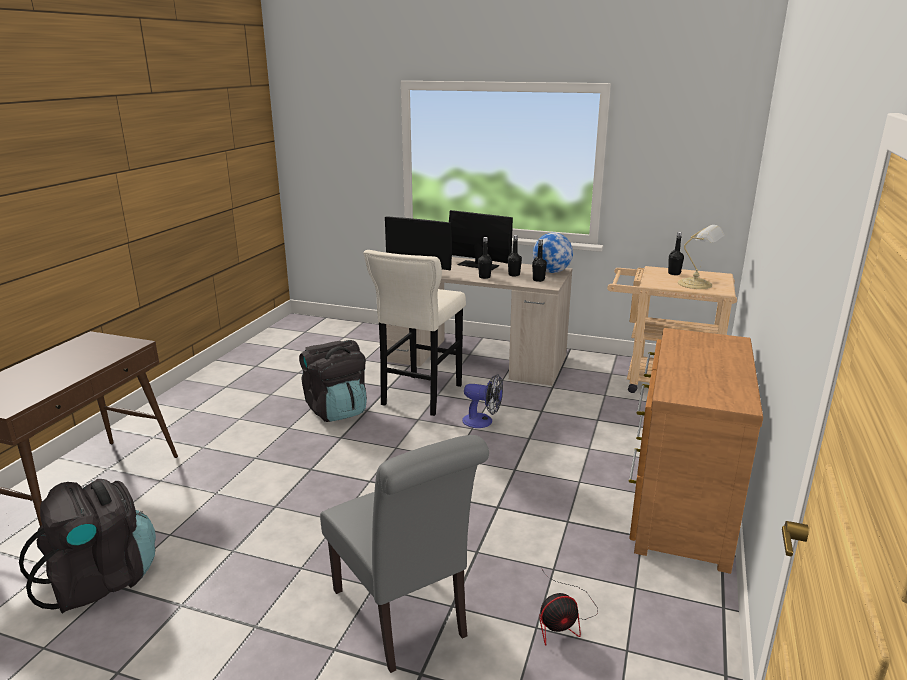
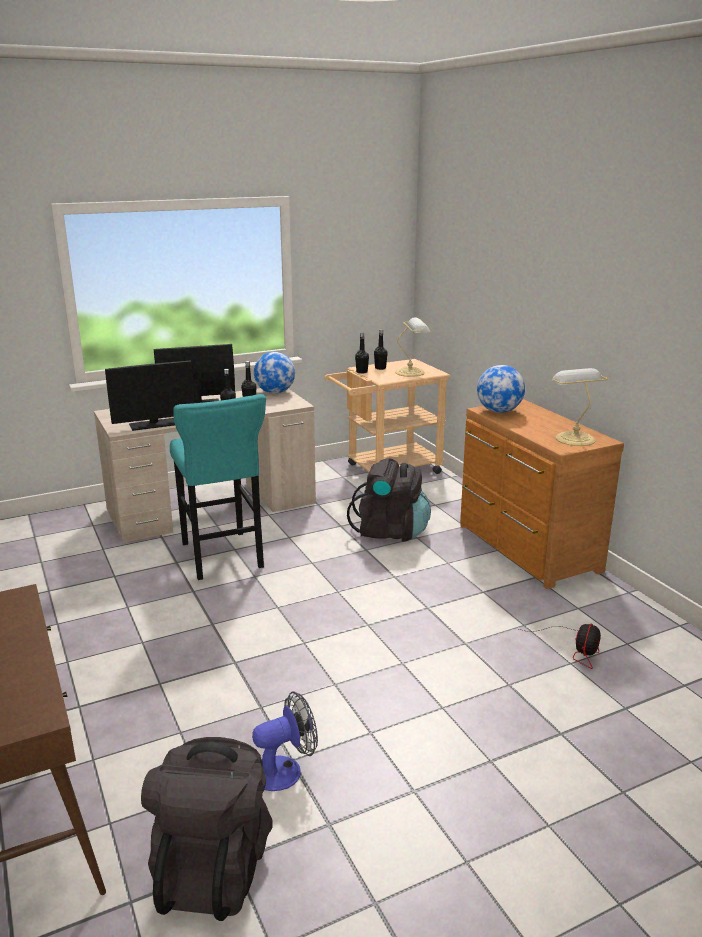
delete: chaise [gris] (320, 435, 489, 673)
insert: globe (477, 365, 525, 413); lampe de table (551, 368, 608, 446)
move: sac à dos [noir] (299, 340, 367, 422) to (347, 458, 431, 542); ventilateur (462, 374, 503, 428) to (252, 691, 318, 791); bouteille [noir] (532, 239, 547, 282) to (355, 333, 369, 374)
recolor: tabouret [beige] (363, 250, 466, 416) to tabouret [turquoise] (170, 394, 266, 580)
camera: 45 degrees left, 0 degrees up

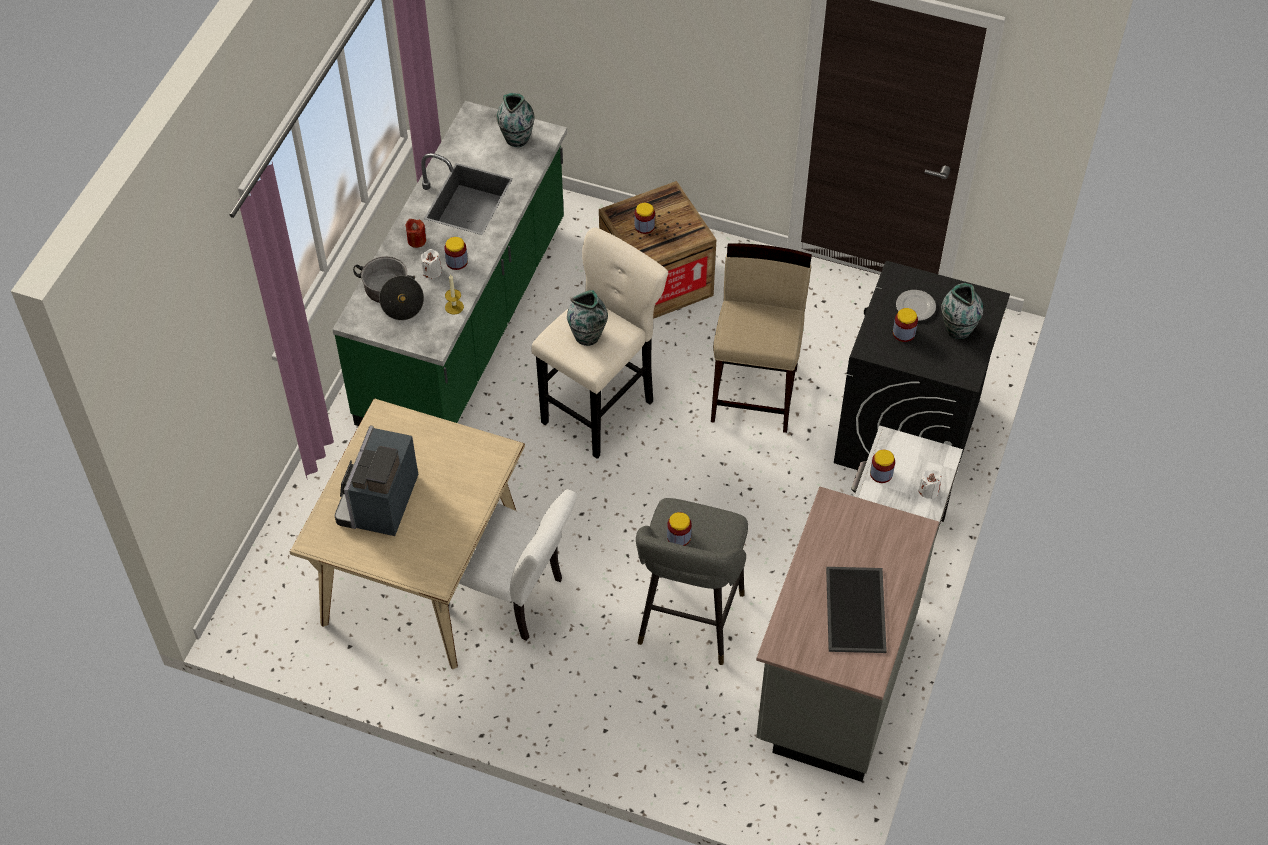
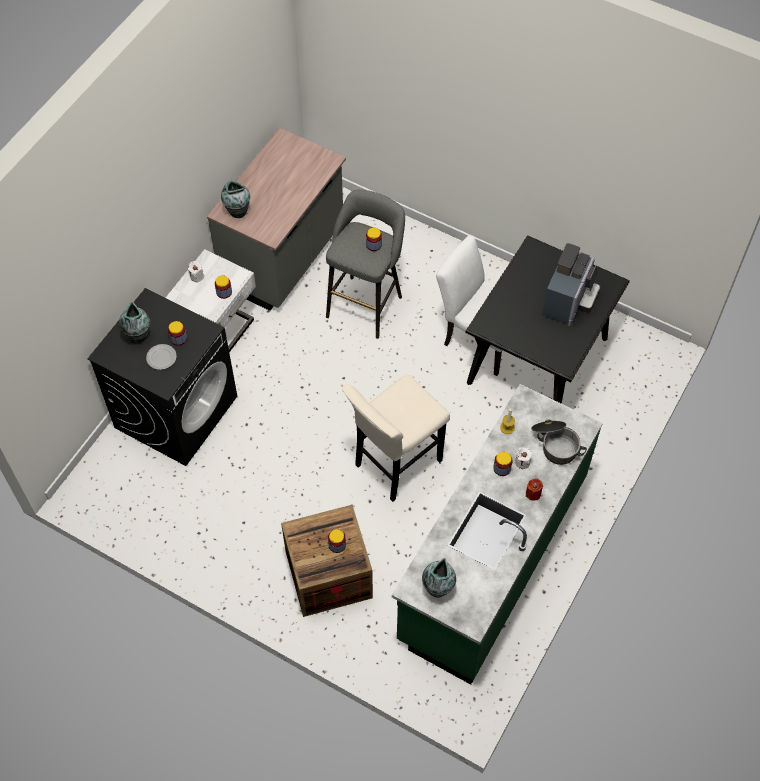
delete: tabouret [beige] (711, 243, 812, 433); plateau (826, 567, 887, 653)
move: vase (567, 290, 608, 346) to (221, 180, 250, 218)
recolor: table à manger [beige] (290, 398, 525, 669) to table à manger [noir] (465, 235, 630, 404)
camera: 170 degrees left, 5 degrees up

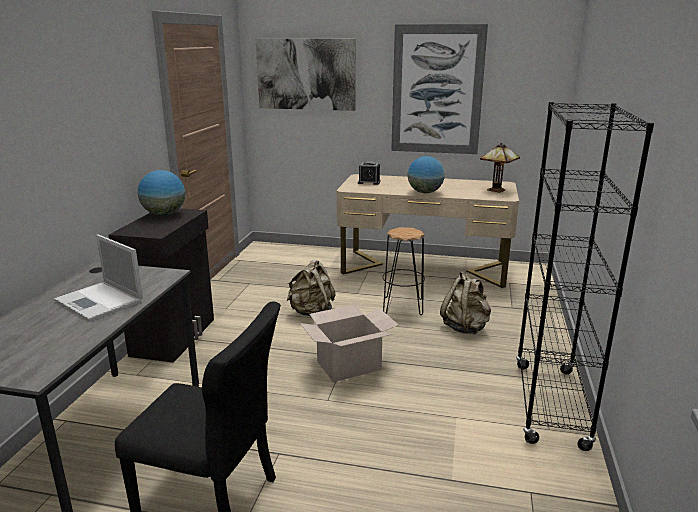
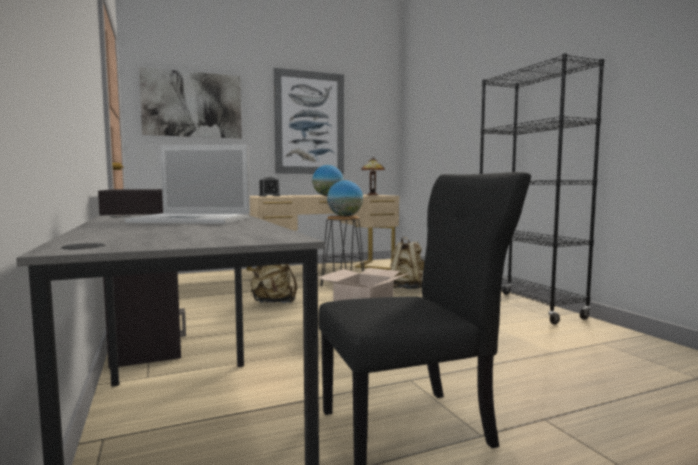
move: globe (138, 170, 185, 216) to (327, 180, 363, 216)
camera: 35 degrees left, 15 degrees down

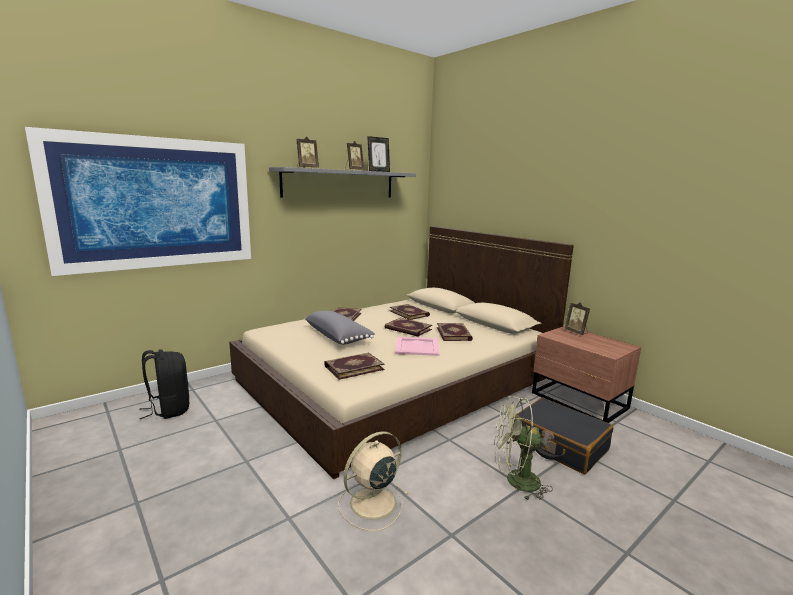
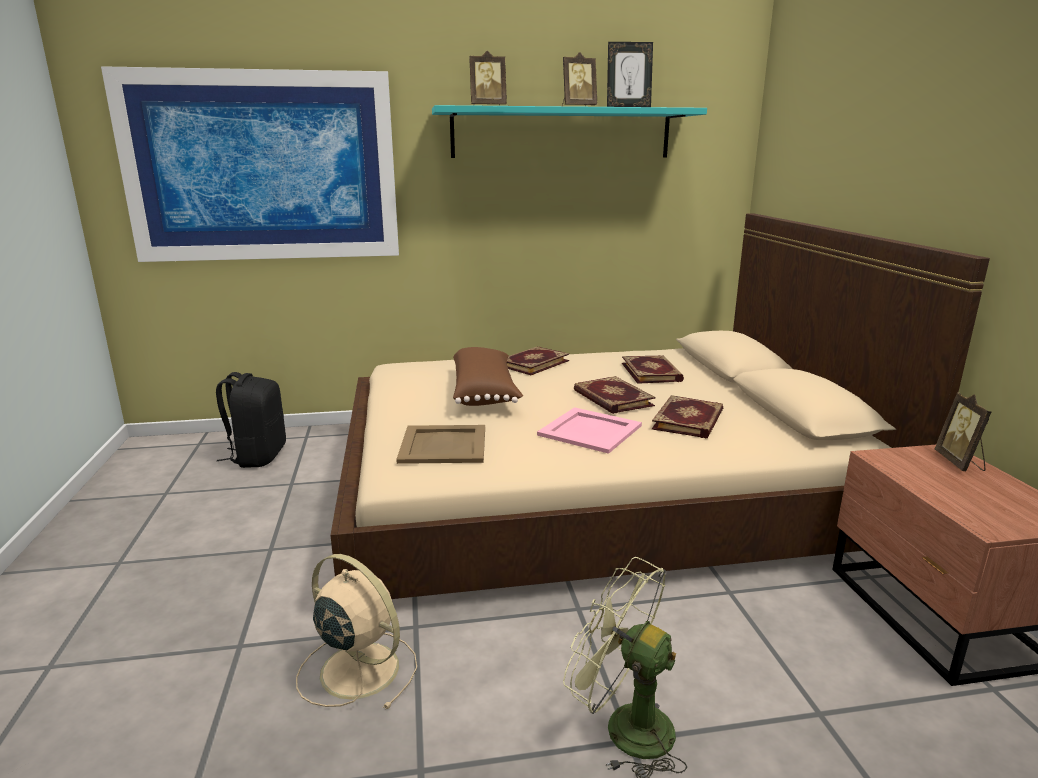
delete: valise [noir] (512, 398, 613, 474)
replace: livre (324, 353, 385, 380) to plateau [beige] (396, 425, 485, 464)
recolor: étagère [gris] (269, 167, 416, 198) to étagère [turquoise] (432, 105, 707, 158); coussin [gris] (305, 311, 375, 345) to coussin [marron] (453, 347, 523, 406)
rotate: ventilateur [beige] (338, 431, 408, 531) = (296, 554, 417, 710) 45 degrees clockwise
camera: 30 degrees right, 5 degrees up

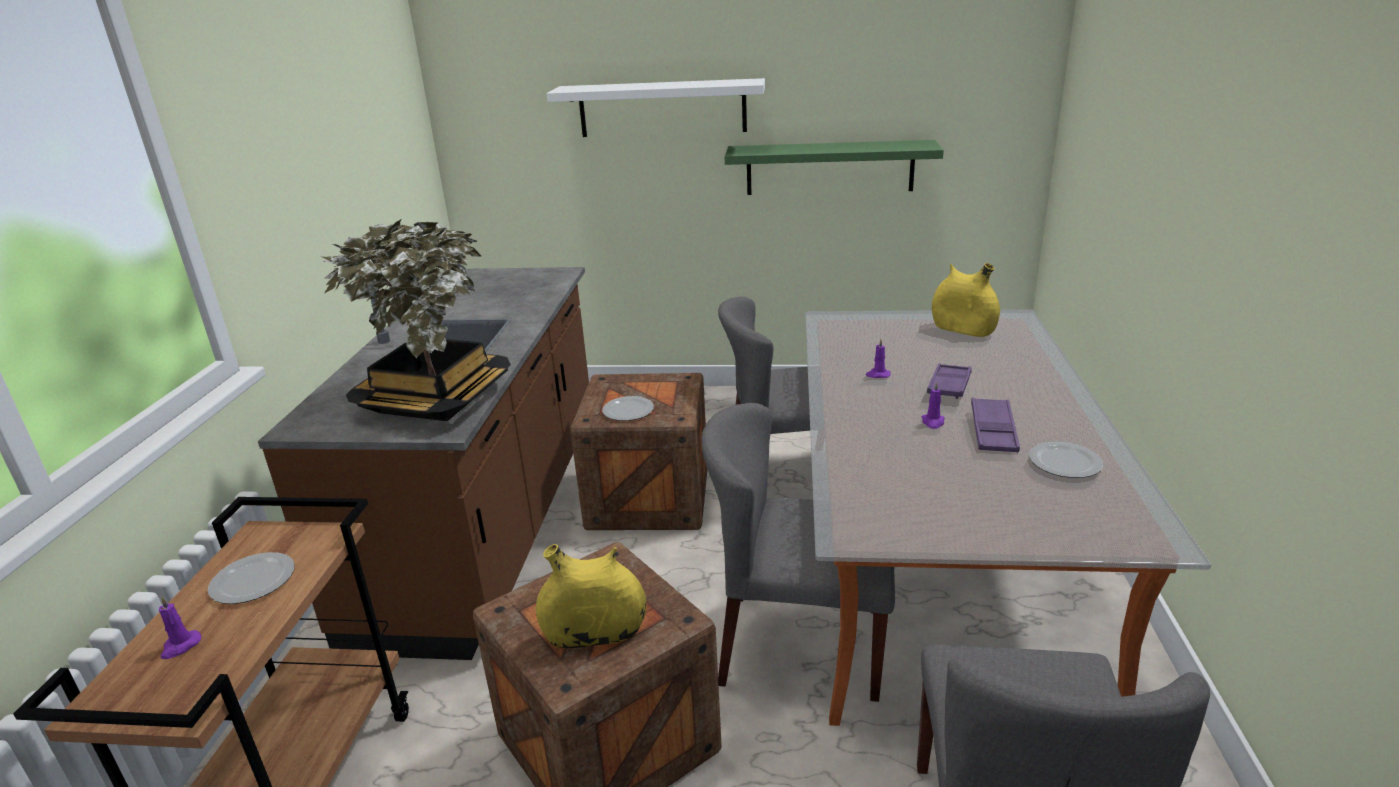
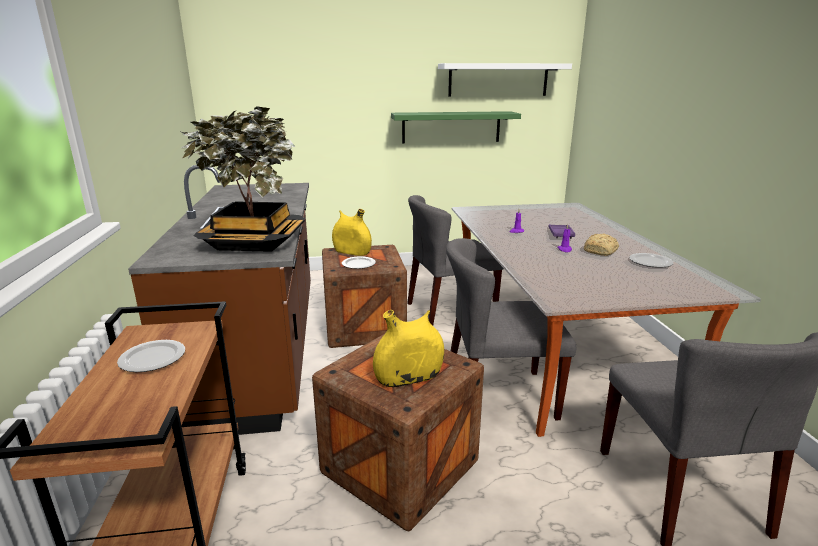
delete: bougie [violet] (159, 596, 201, 659)
move: étagère [blanc] (547, 78, 765, 137) to (438, 63, 572, 96); vase [jaune] (932, 263, 1000, 337) to (332, 209, 372, 256)
replace: plateau [violet] (971, 398, 1020, 452) to pain (584, 234, 619, 256)
camera: 15 degrees left, 5 degrees down

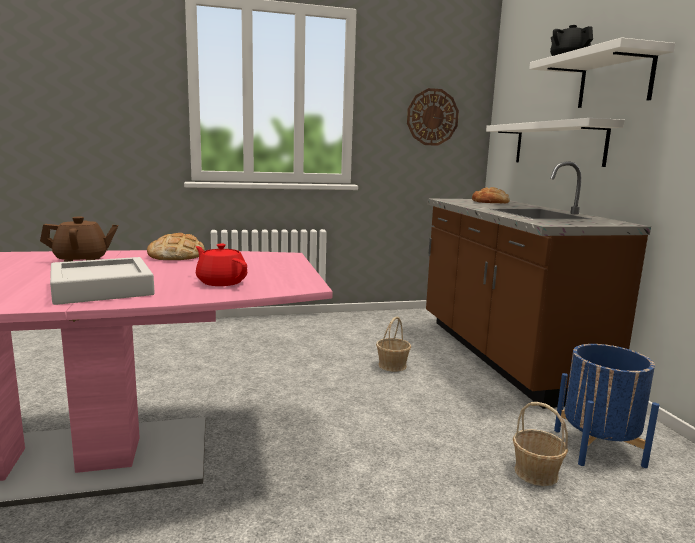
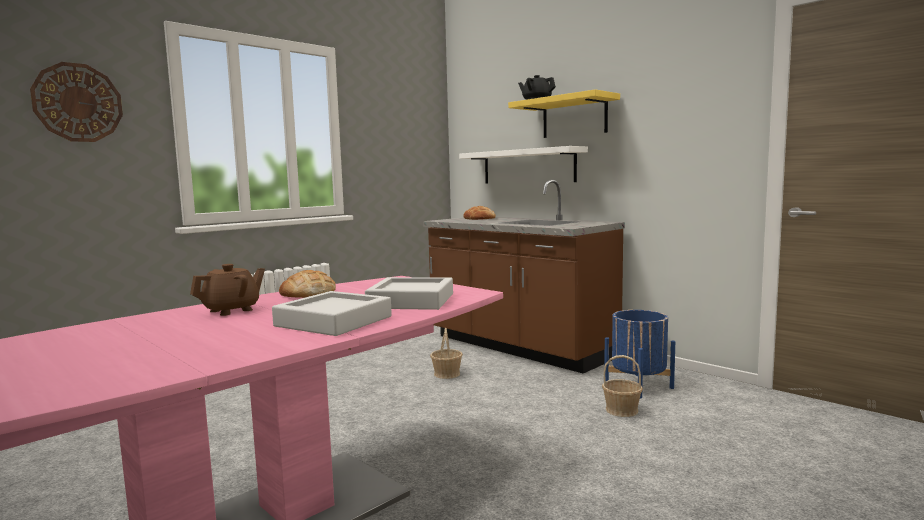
move: horloge murale (407, 88, 459, 146) to (30, 62, 123, 142)
replace: théière [rouge] (195, 243, 247, 286) to plateau [gris] (365, 277, 453, 310)
recolor: étagère [blanc] (529, 37, 675, 108) to étagère [jaune] (508, 89, 620, 138)
camera: 30 degrees left, 5 degrees down

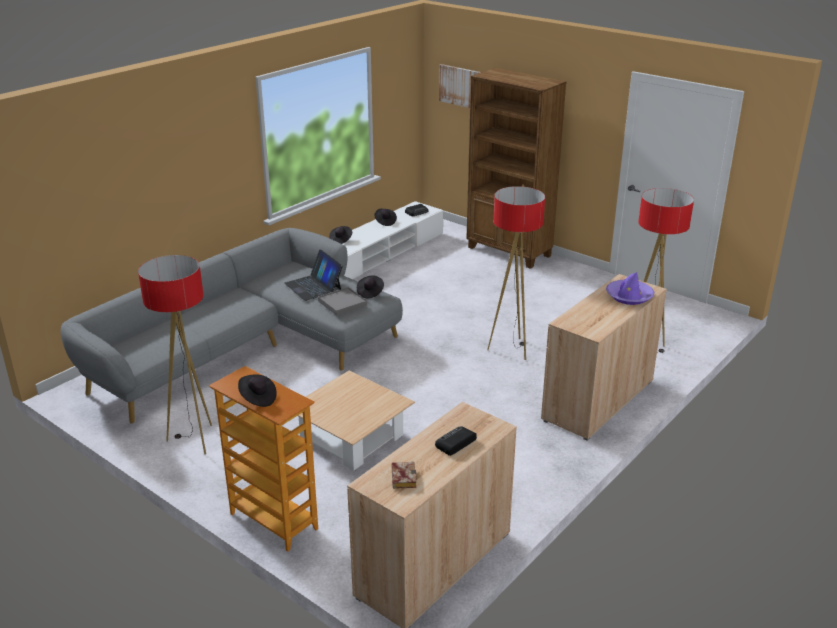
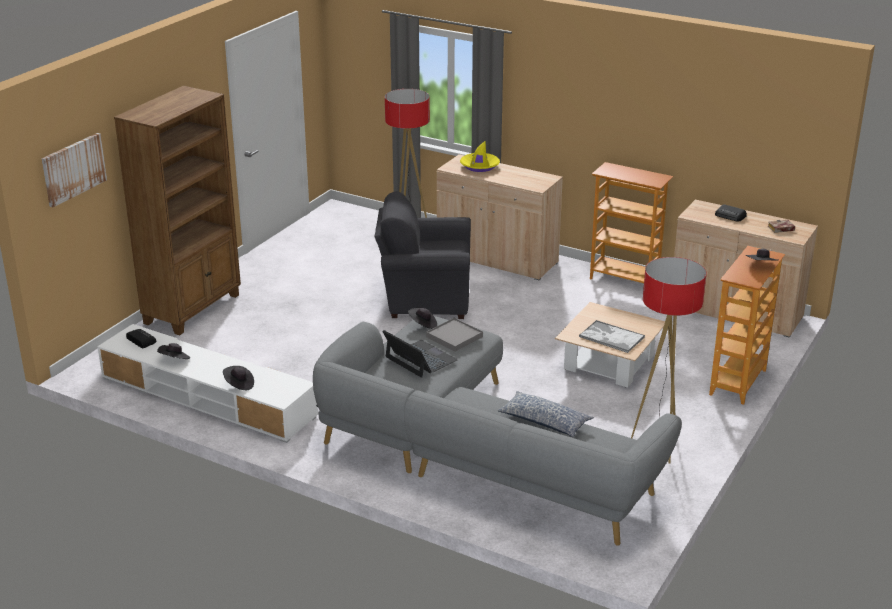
insert: coussin (497, 391, 594, 437); plateau (579, 320, 645, 353); bibliothèque (590, 162, 673, 283)
replace: lampadaire (487, 186, 545, 360) to fauteuil [gris] (374, 191, 471, 319)
recolor: chapeau [violet] (606, 272, 654, 305) to chapeau [jaune] (460, 141, 500, 172)
rotate: ordinateur portable (284, 250, 343, 301) = (382, 330, 458, 378) 90 degrees counterclockwise
camera: 100 degrees left, 0 degrees up

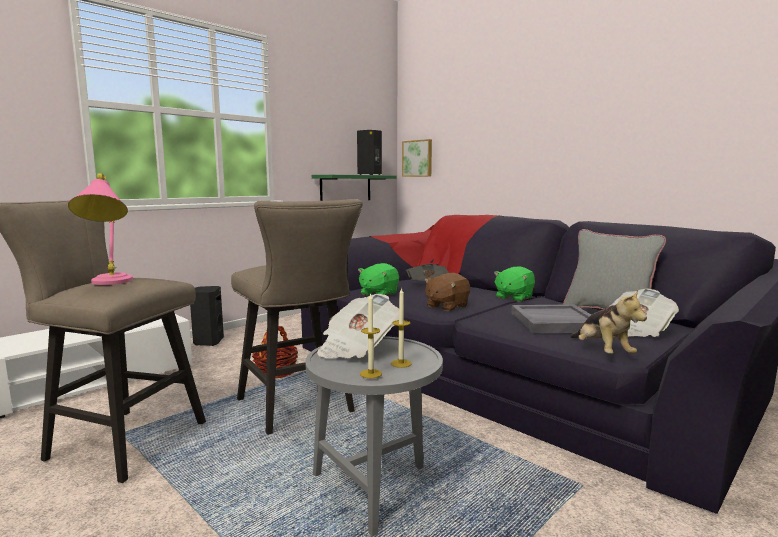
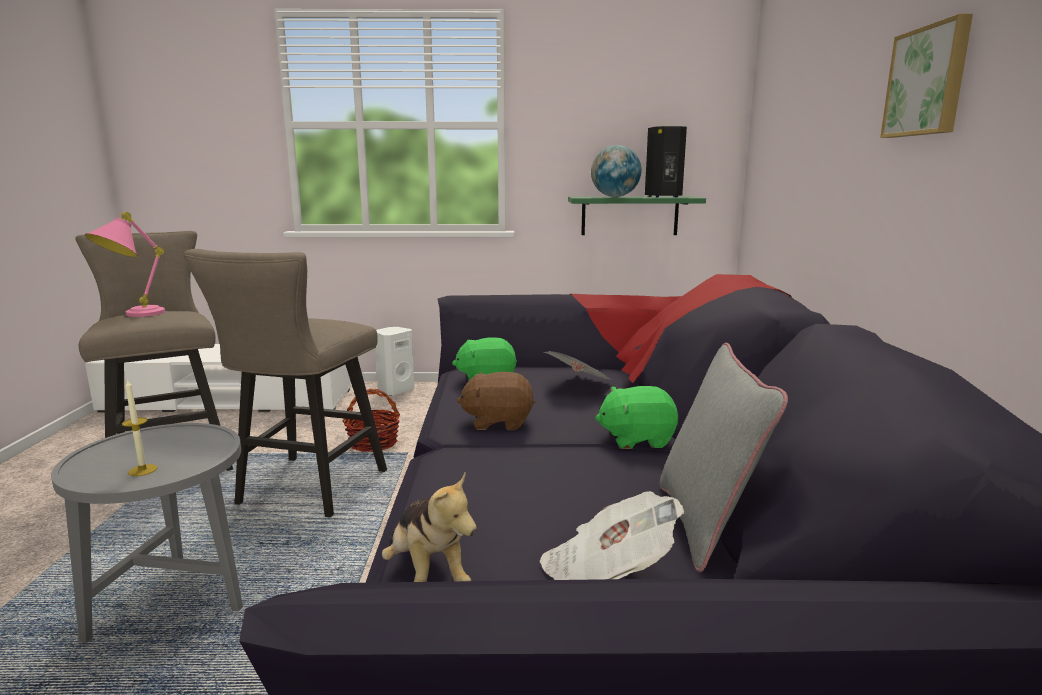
delete: journal (317, 294, 399, 358); bougie (360, 293, 382, 378); plateau [gris] (511, 304, 591, 334)
insert: globe (591, 145, 641, 197)
move: tableau (402, 139, 432, 177) to (880, 14, 973, 138)
recolor: enceinte [noir] (190, 286, 224, 346) to enceinte [blanc] (375, 327, 414, 396)
rotate: peluche (570, 290, 647, 354) = (382, 472, 477, 582) 60 degrees counterclockwise
camera: 45 degrees right, 5 degrees up

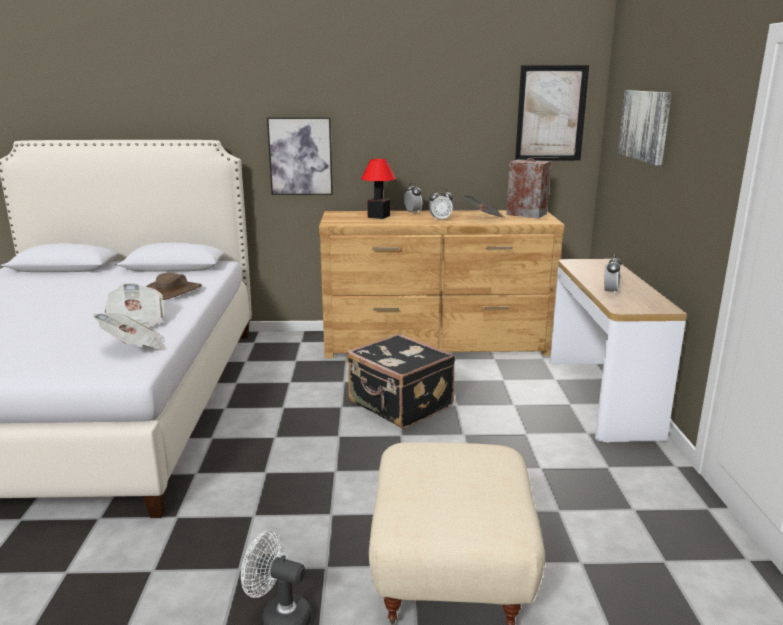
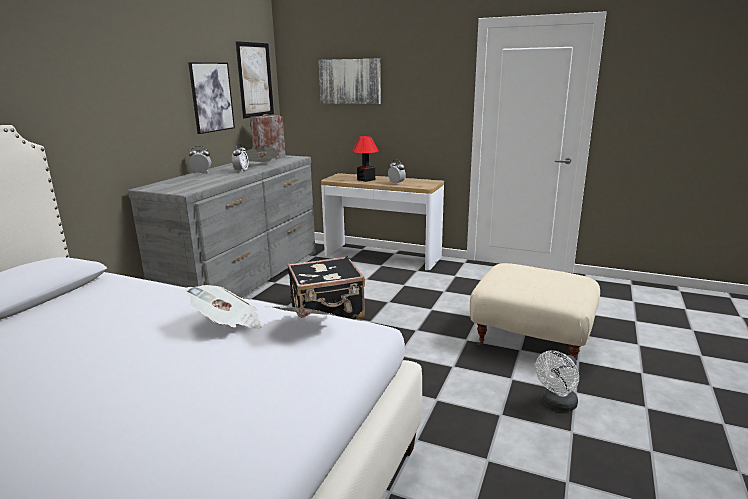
delete: chapeau [marron] (146, 273, 202, 300)
move: tableau (267, 117, 333, 195) to (188, 62, 235, 134); lampe de table (361, 159, 396, 219) to (352, 136, 379, 182)
recolor: commode [marron] (319, 210, 565, 358) to commode [gris] (128, 155, 316, 298)
camera: 65 degrees left, 0 degrees up

